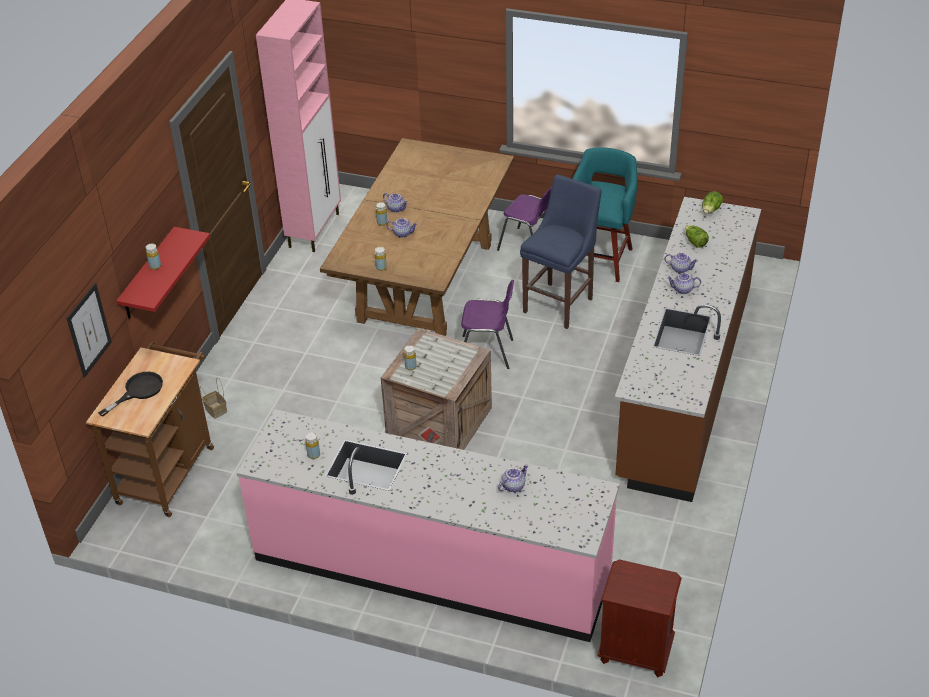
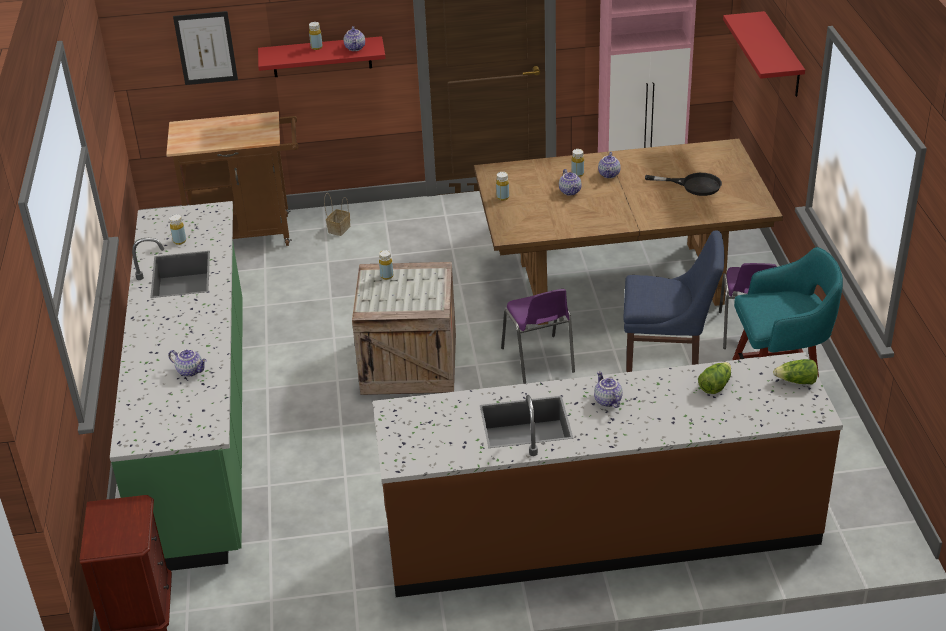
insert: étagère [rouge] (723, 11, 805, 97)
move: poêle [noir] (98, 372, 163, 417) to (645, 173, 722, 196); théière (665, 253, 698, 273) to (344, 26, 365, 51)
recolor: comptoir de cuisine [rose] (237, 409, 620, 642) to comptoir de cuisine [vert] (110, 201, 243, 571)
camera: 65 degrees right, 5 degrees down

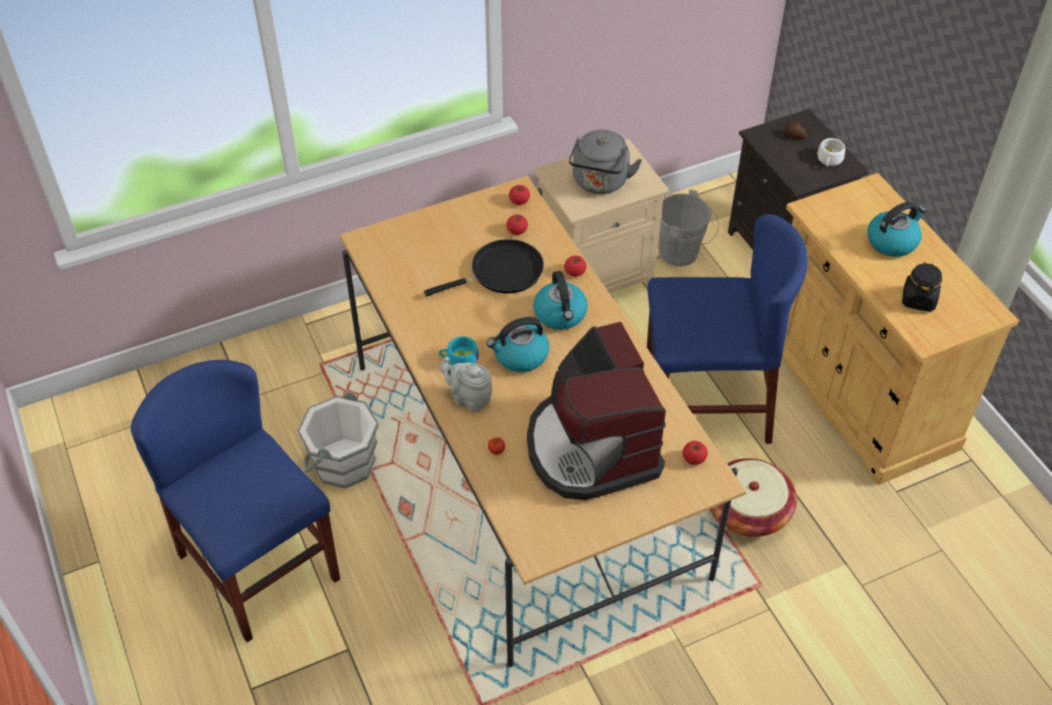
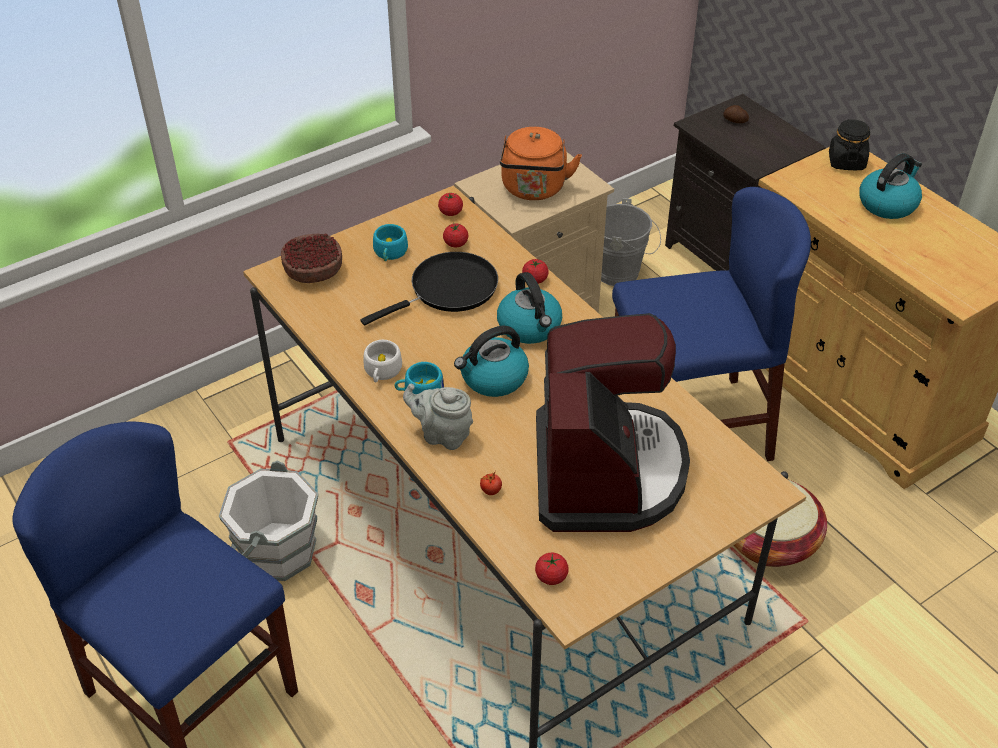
insert: bol (281, 233, 342, 283); tasse [turquoise] (373, 224, 408, 261)
move: tomate (683, 441, 708, 465) to (535, 553, 569, 585); tasse [blanc] (817, 138, 845, 167) to (363, 340, 402, 383); bocal [noir] (902, 262, 942, 312) to (829, 119, 870, 170)
recolor: bouilloire [gris] (569, 130, 642, 194) to bouilloire [orange] (500, 127, 582, 200)
rotate: machine à café (527, 322, 666, 500) = (536, 313, 690, 532) 150 degrees counterclockwise
camera: 10 degrees left, 5 degrees down

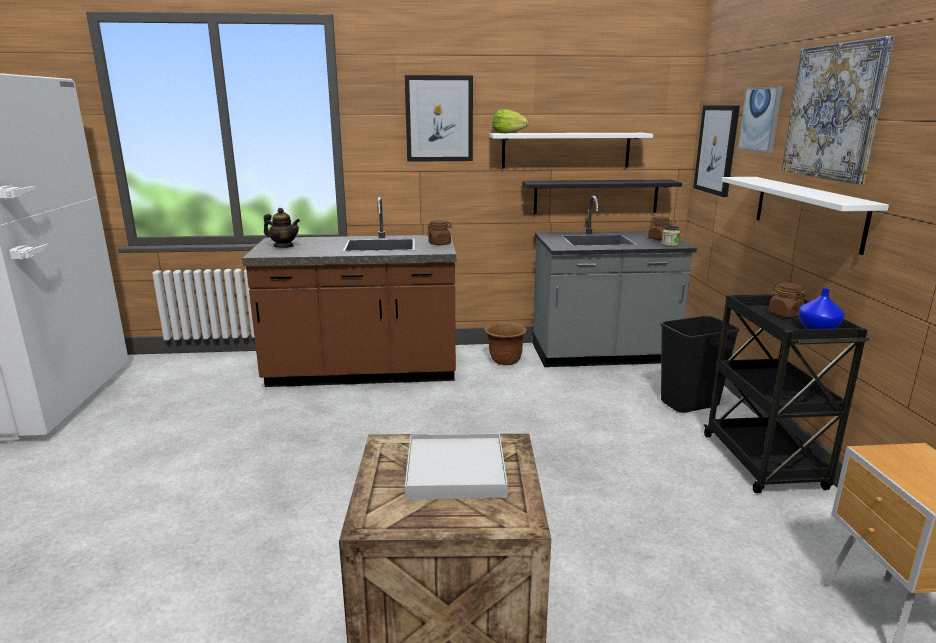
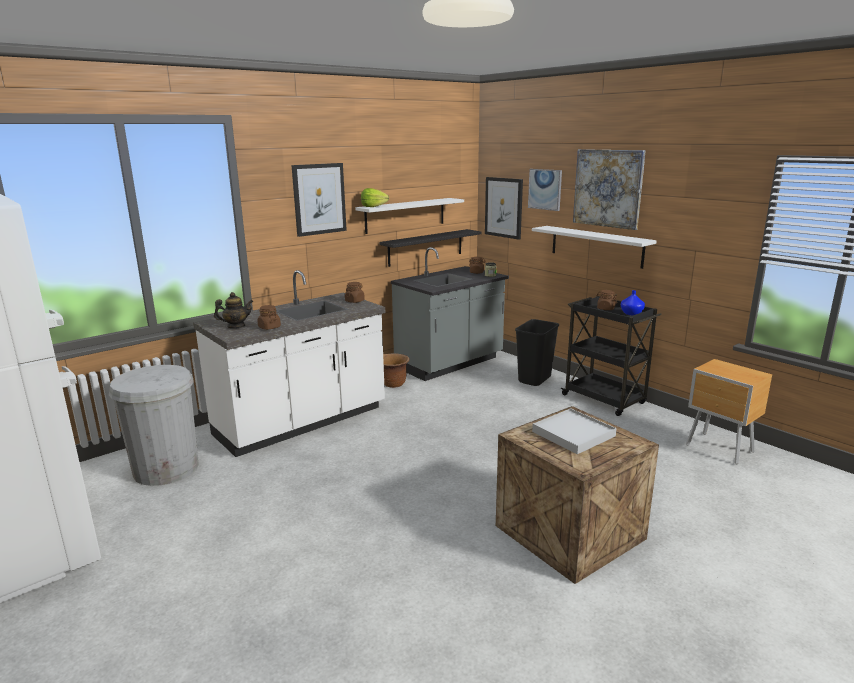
insert: poubelle [blanc] (109, 365, 199, 486); bocal [marron] (257, 305, 281, 330)
recolor: comptoir de cuisine [marron] (242, 197, 456, 387) to comptoir de cuisine [blanc] (193, 270, 385, 457)
camera: 35 degrees left, 0 degrees up

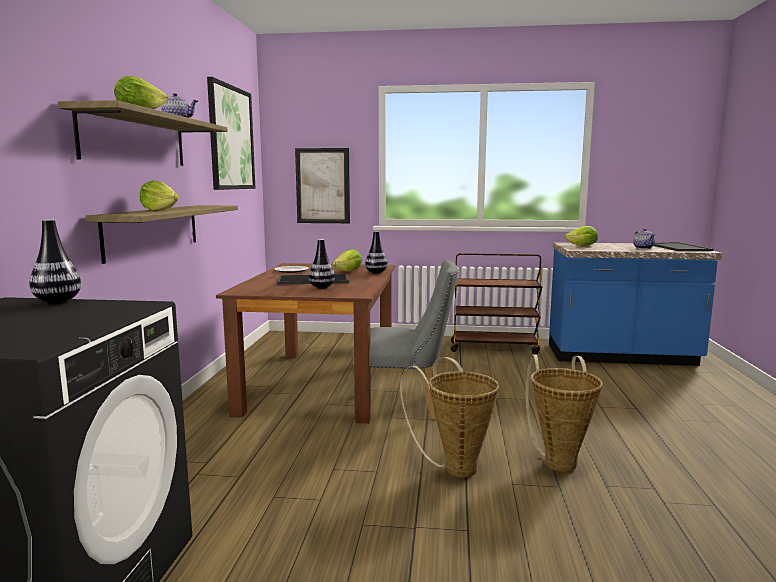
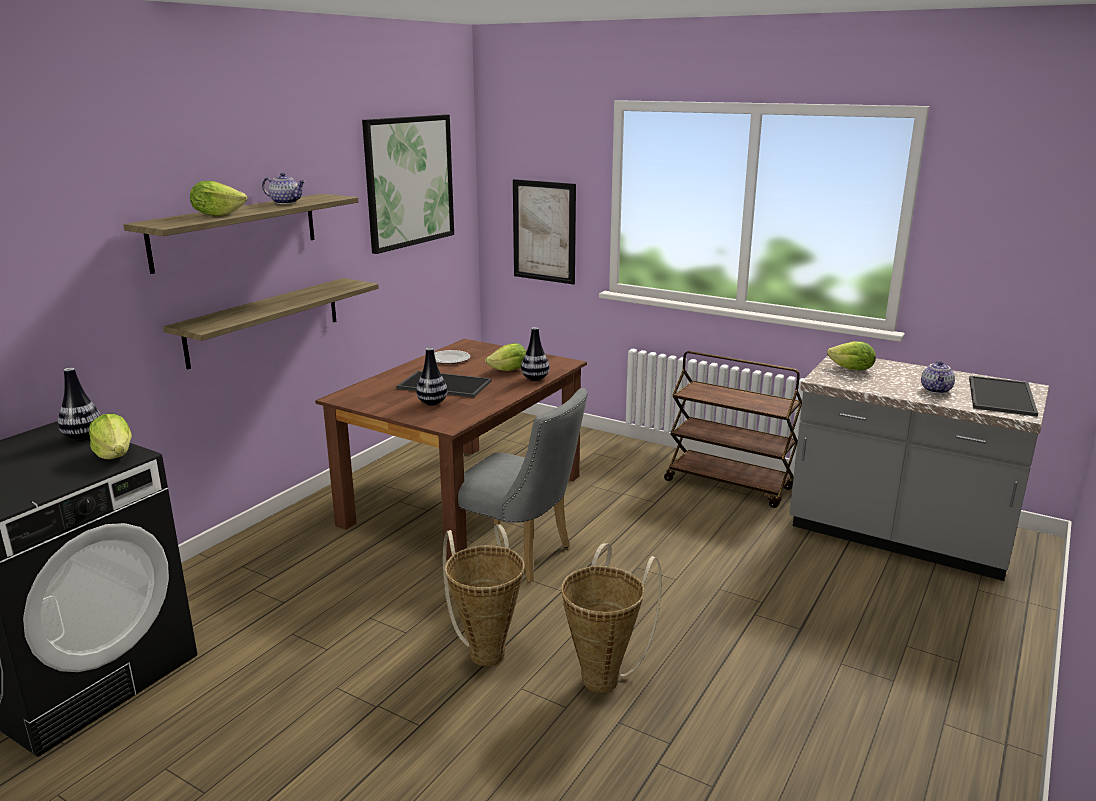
move: laitue (140, 181, 179, 211) to (89, 414, 132, 460)
recolor: comptoir de cuisine [bleu] (549, 242, 722, 366) to comptoir de cuisine [gris] (789, 356, 1049, 581)
camera: 25 degrees right, 10 degrees up

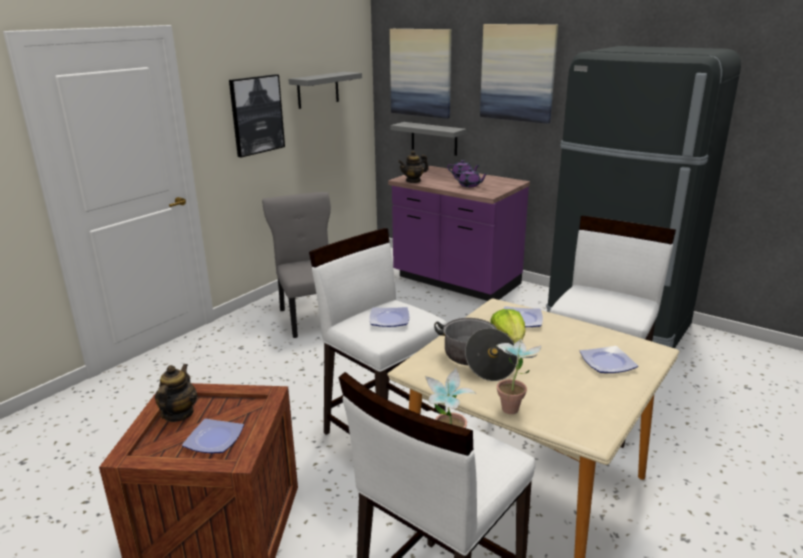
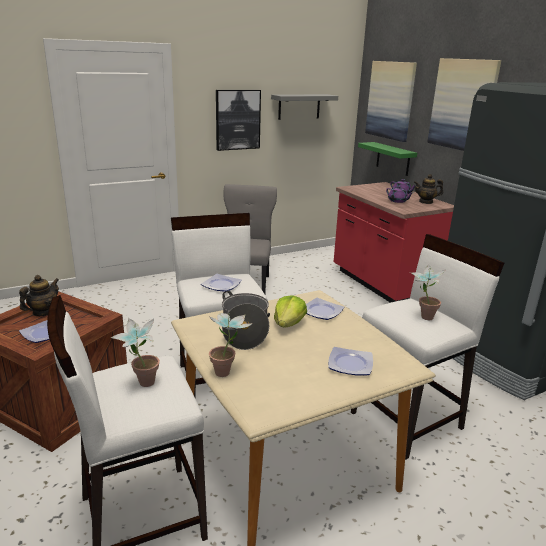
insert: plante en pot (410, 265, 446, 320)
move: théière (398, 151, 429, 183) to (414, 174, 443, 204)
recolor: comptoir de cuisine [violet] (388, 166, 530, 301) to comptoir de cuisine [rouge] (334, 182, 454, 303); étagère [gris] (390, 122, 466, 156) to étagère [vert] (358, 142, 417, 176)
camera: 25 degrees right, 0 degrees up

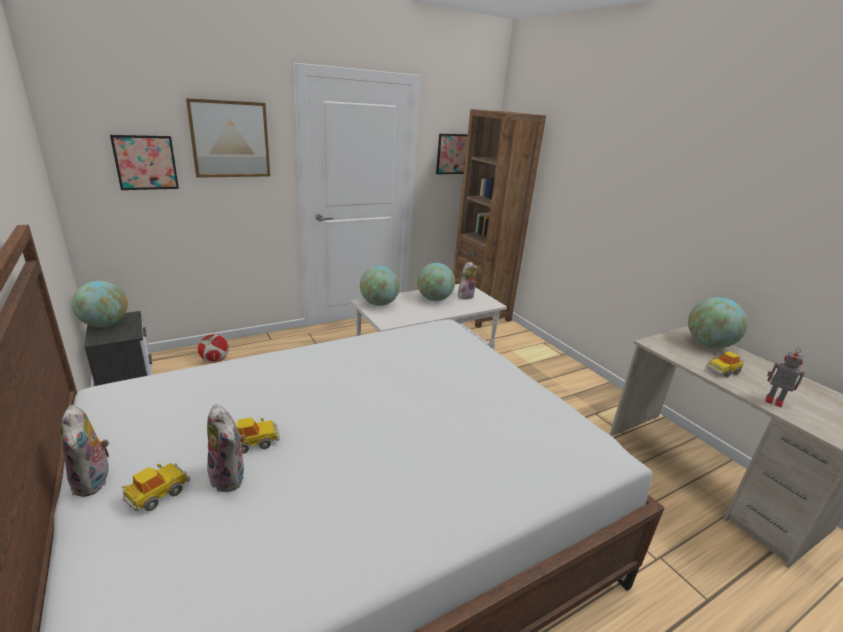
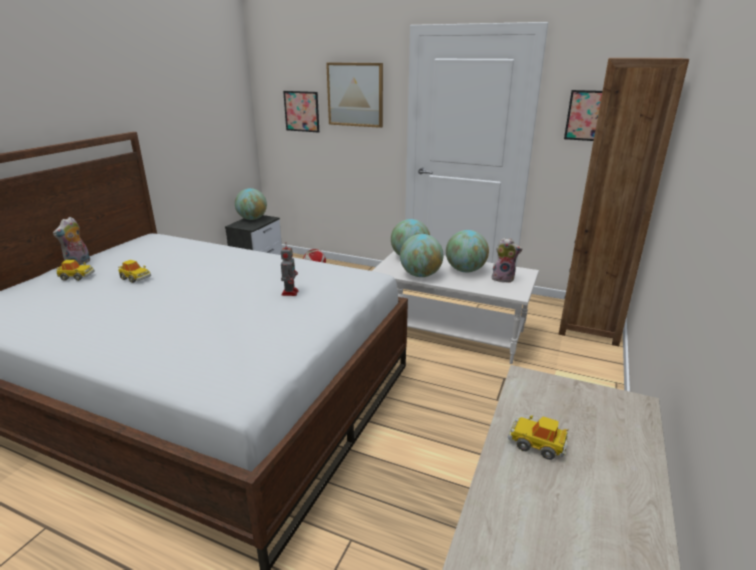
delete: peluche (207, 404, 246, 492)
move: globe (688, 297, 748, 348) to (400, 234, 443, 277); robot jouet (765, 348, 805, 408) to (281, 244, 299, 296)
camera: 55 degrees right, 0 degrees up

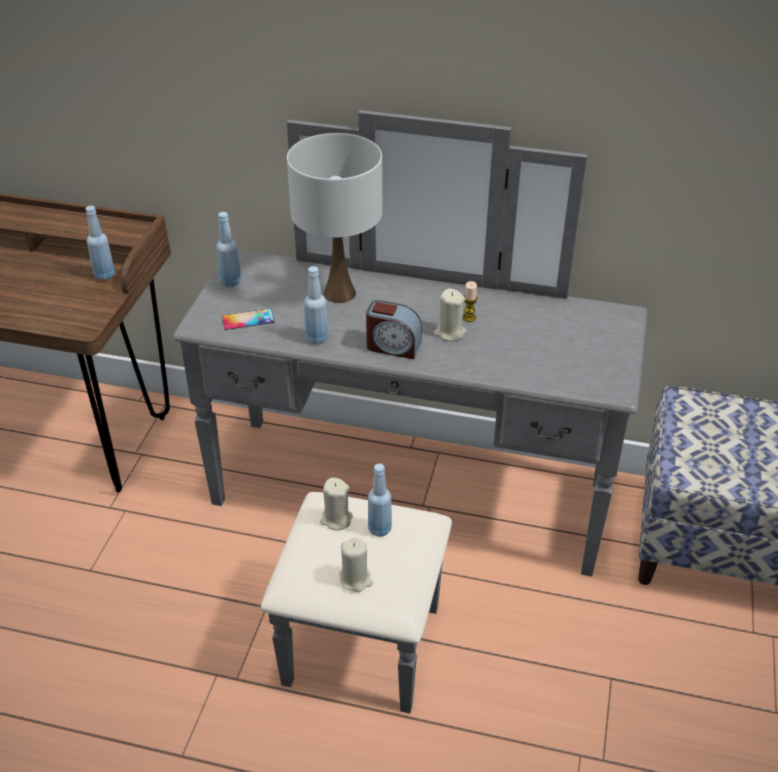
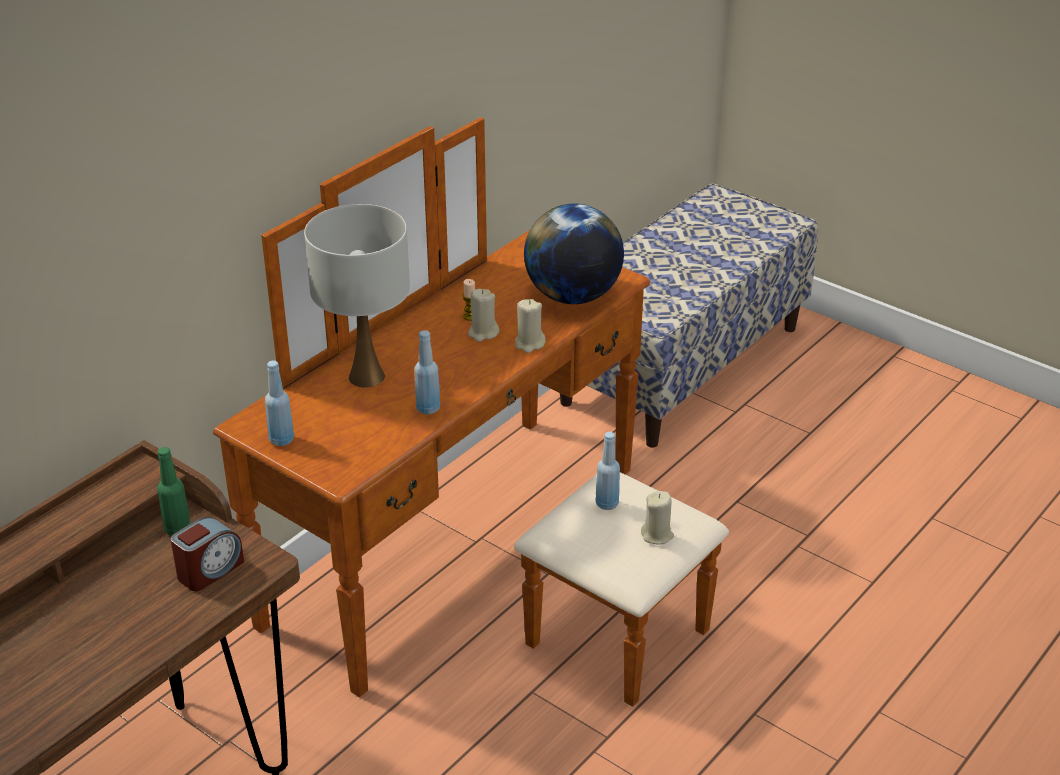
delete: téléphone (222, 308, 275, 330)
insert: globe (524, 203, 624, 304)
move: bougie [beige] (320, 478, 353, 530) to (515, 299, 546, 353); réveil (366, 300, 422, 359) to (170, 517, 244, 591)
recolor: bouteille [bleu] (85, 206, 115, 280) to bouteille [vert] (157, 447, 191, 536); commode [gris] (173, 110, 647, 714) to commode [marron] (213, 117, 729, 707)
camera: 65 degrees left, 5 degrees down

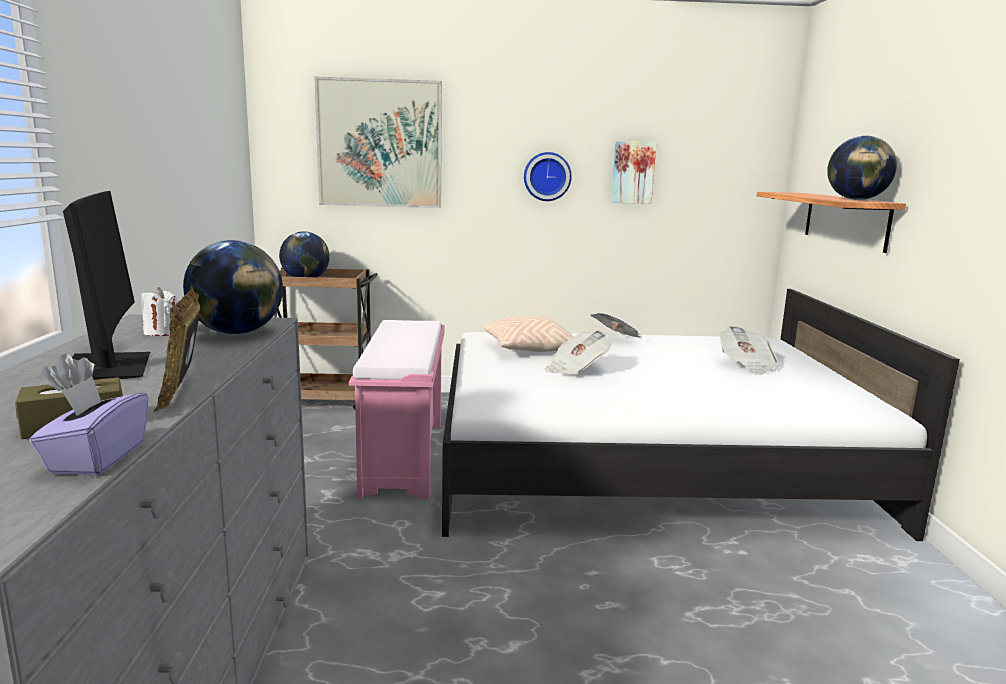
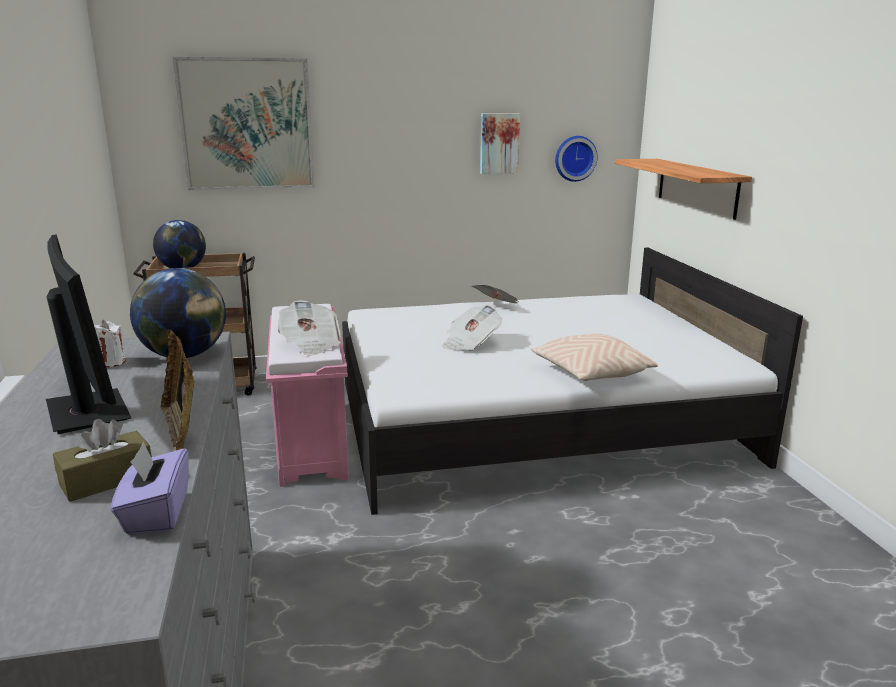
delete: globe (827, 136, 897, 200)
move: coussin [beige] (482, 316, 574, 352) to (531, 333, 658, 381); horloge murale (524, 152, 572, 201) to (555, 136, 598, 182); journal (719, 326, 780, 375) to (278, 300, 341, 356)
camera: 10 degrees left, 5 degrees up

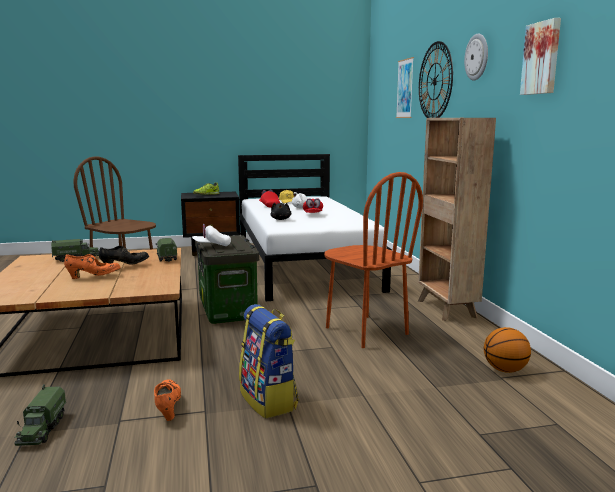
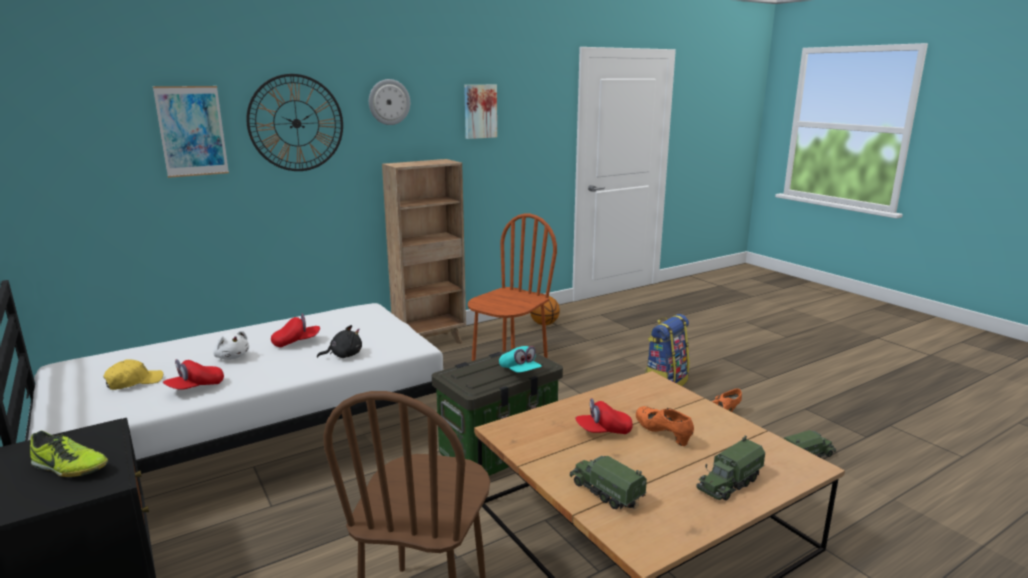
move: camion jouet (156, 238, 177, 262) to (696, 435, 765, 501)
replace: chaussure [noir] (99, 246, 149, 265) to casquette [rouge] (575, 398, 633, 434)
recolor: casquette [blanc] (192, 224, 231, 246) to casquette [turquoise] (499, 346, 542, 373)
camera: 110 degrees left, 5 degrees up

